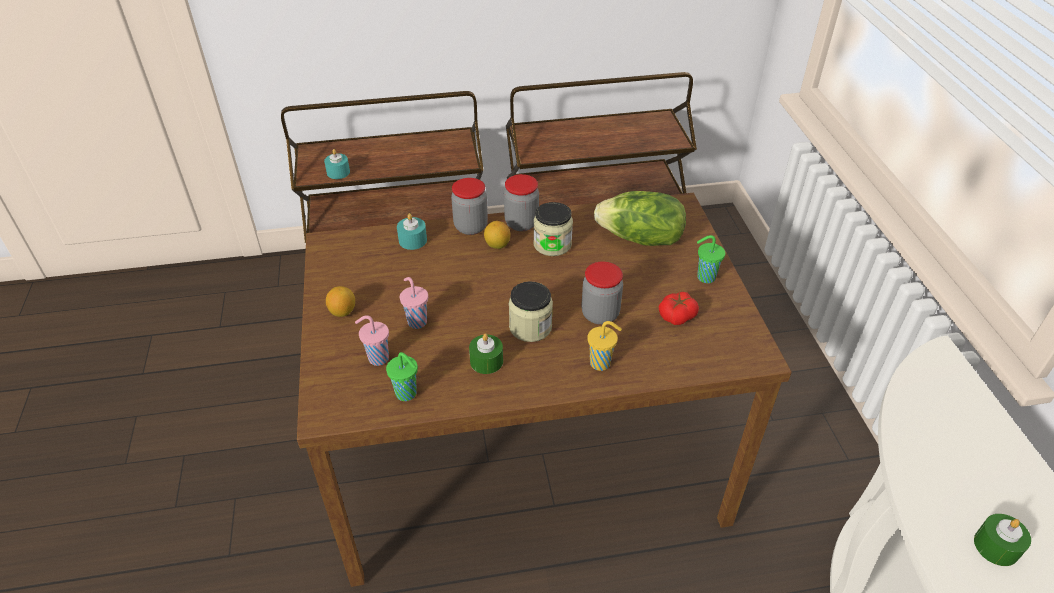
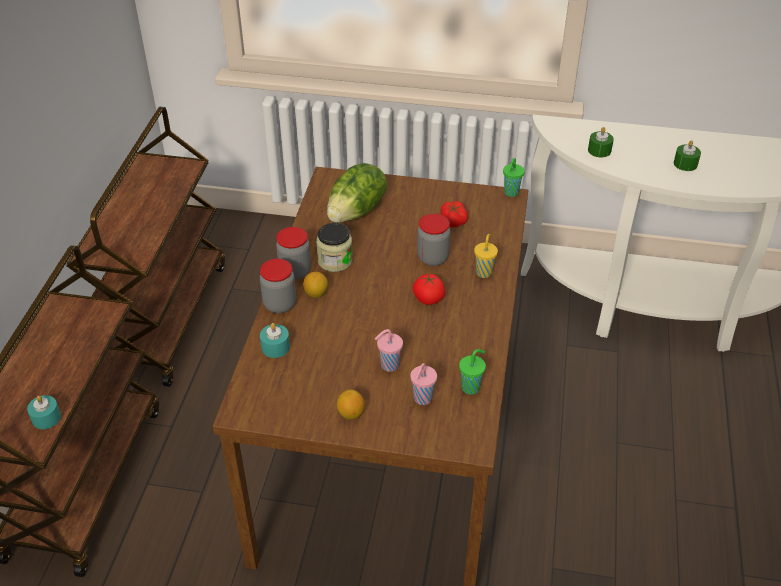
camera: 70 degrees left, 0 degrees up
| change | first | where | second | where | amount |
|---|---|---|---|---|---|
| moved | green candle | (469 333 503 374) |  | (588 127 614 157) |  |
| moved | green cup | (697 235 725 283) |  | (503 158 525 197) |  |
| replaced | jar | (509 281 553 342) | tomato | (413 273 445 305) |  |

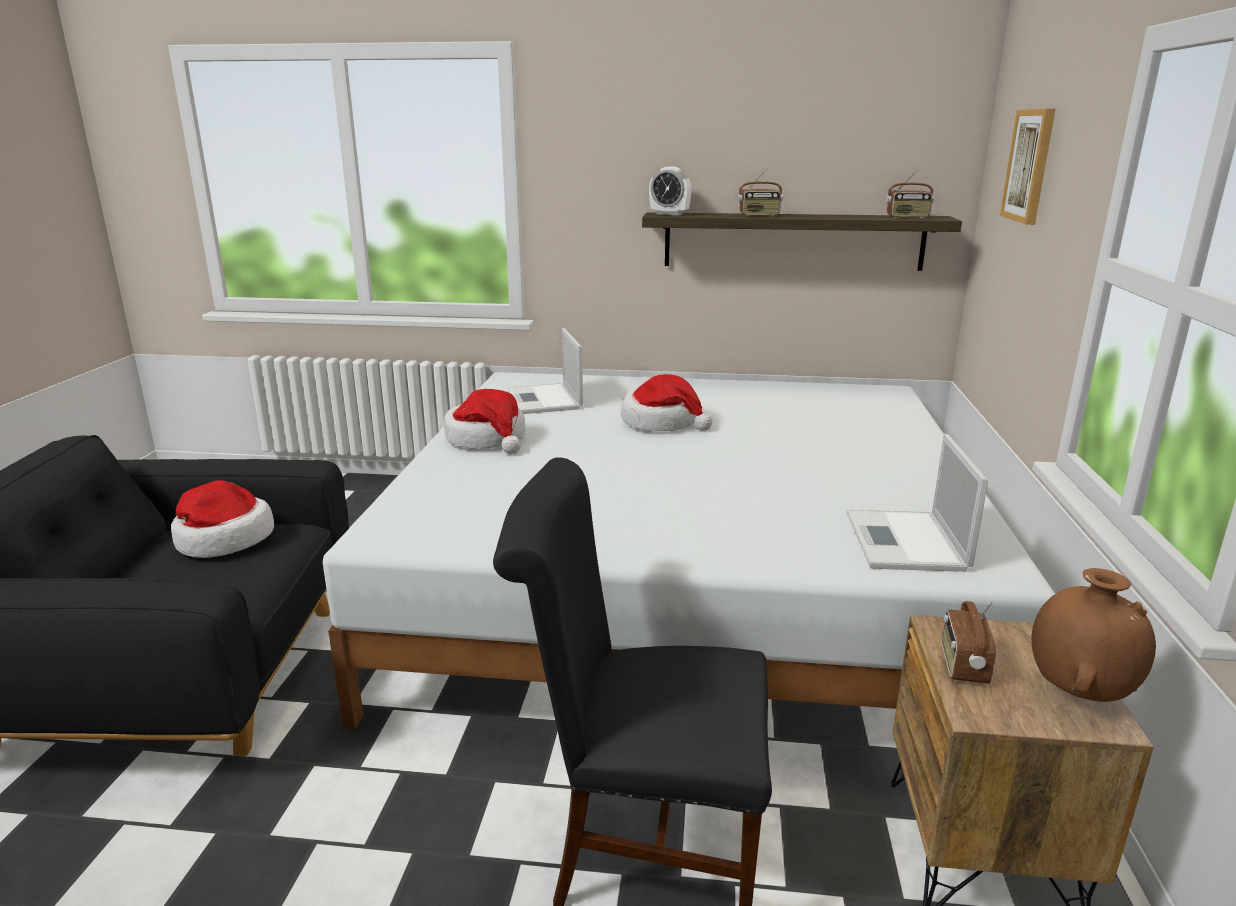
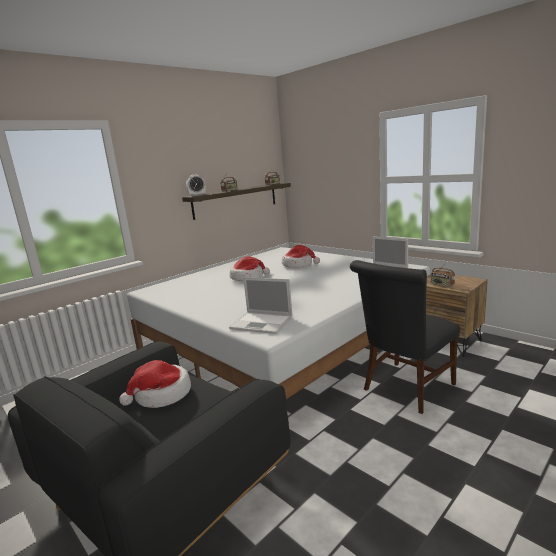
camera: 50 degrees left, 5 degrees down
| change | first | where | second | where | amount |
|---|---|---|---|---|---|
| removed | picture | (1000 109 1055 225) |  |  |  |
| removed | brown vase | (1031 568 1156 702) |  |  |  |
| moved | hat | (444 389 526 454) |  | (282 245 320 268) |  |
| moved | laptop | (507 328 583 414) |  | (229 277 292 334) |  |

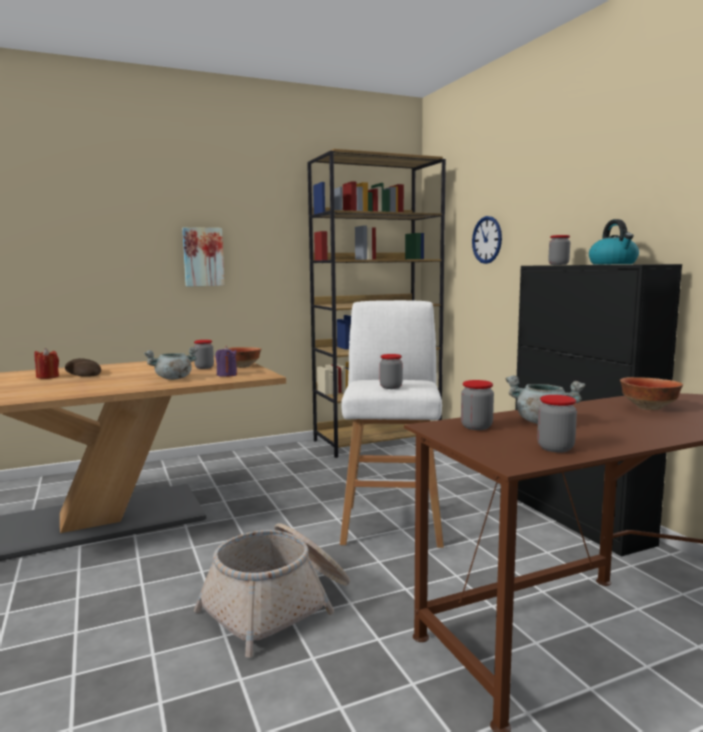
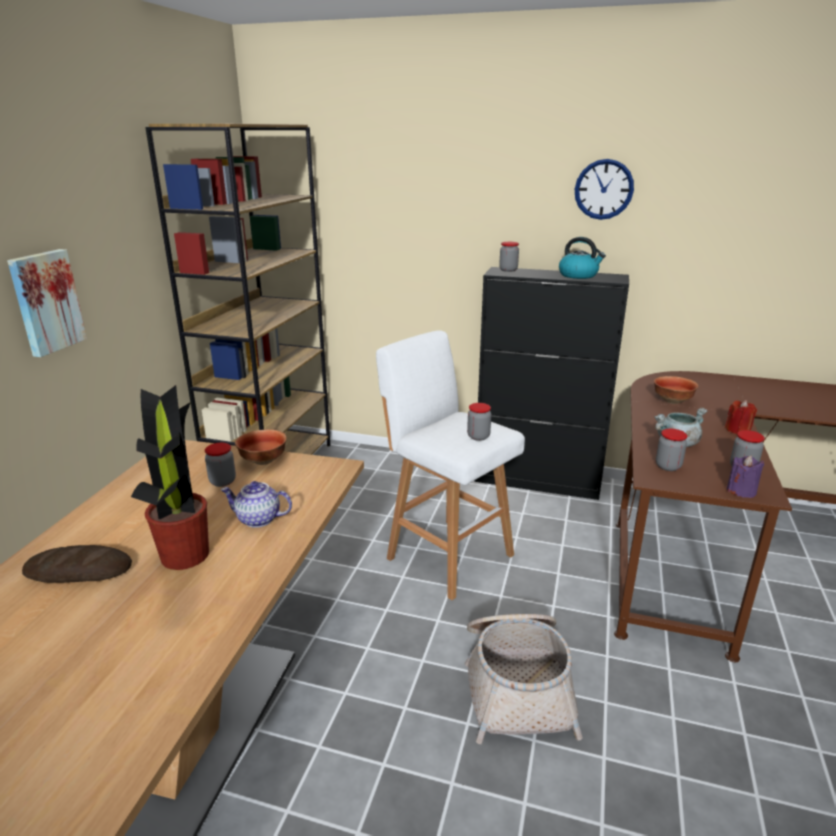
camera: 50 degrees left, 15 degrees up
| change | first | where | second | where | amount |
|---|---|---|---|---|---|
| added |  |  | potted plant | (131 385 209 570) |  |
| moved | red candle | (34 348 59 379) |  | (725 400 757 434) |  |
| moved | purple candle | (215 346 237 377) |  | (727 455 764 498) |  |
| moved | wall clock | (472 216 502 264) |  | (575 159 634 220) |  |
| replaced | grey cooking pot | (144 347 198 380) | teapot | (220 481 292 528) |  |

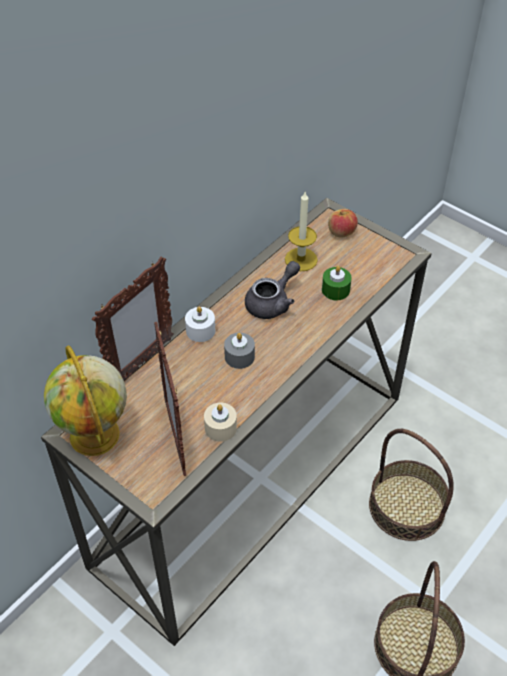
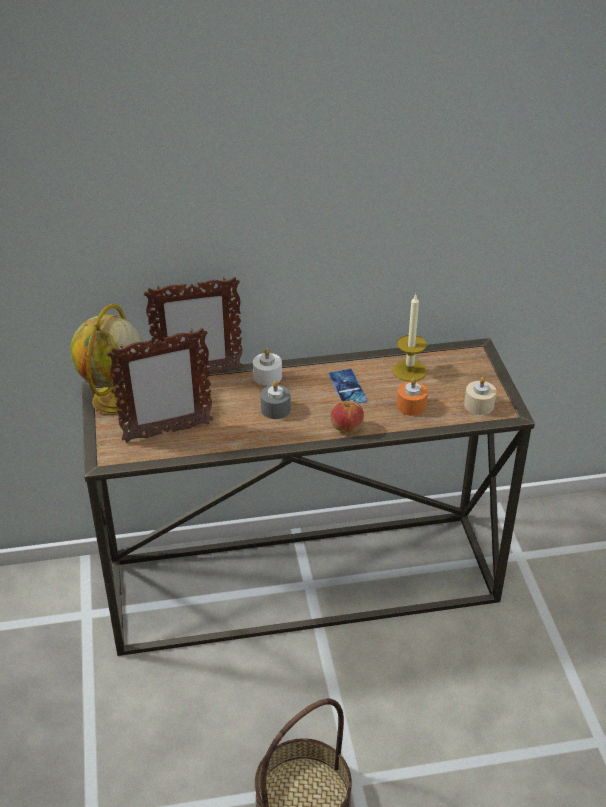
camera: 40 degrees right, 10 degrees down
| change | first | where | second | where | amount |
|---|---|---|---|---|---|
| removed | basket | (369 429 454 541) |  |  |  |
| moved | beige candle | (204 403 237 442) |  | (464 377 496 415) |  |
| moved | apple | (328 209 358 237) |  | (330 401 364 433) |  |
| replaced | grey teapot | (245 261 300 319) | phone | (328 369 367 403) |  |
| recoloured | green candle | (322 266 352 300) | orange candle | (397 378 428 416) |  |
| turned | picture frame | (154 322 186 476) |  | (107 328 213 443) | 135 degrees counterclockwise |

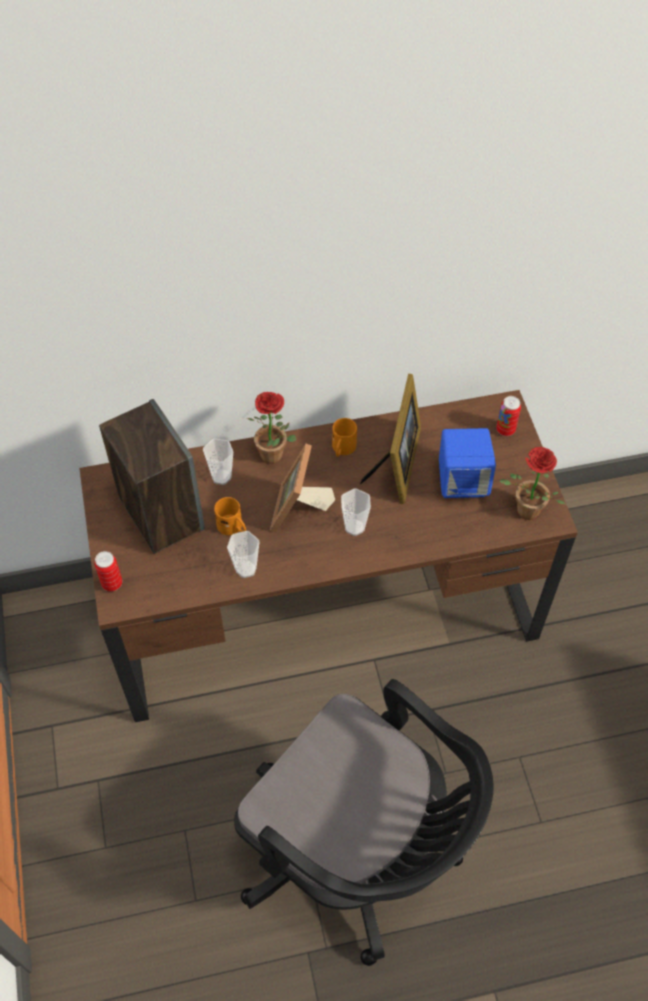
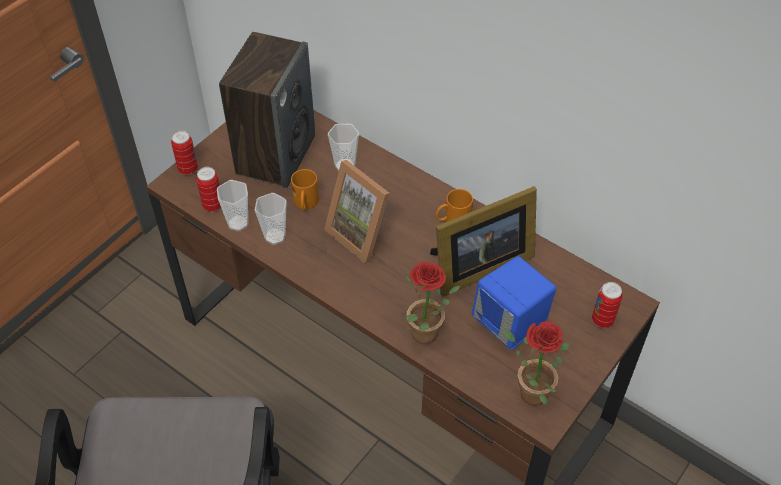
camera: 50 degrees right, 5 degrees down
| change | first | where | second | where | amount |
|---|---|---|---|---|---|
| added |  |  | can | (196 167 221 212) |  |
| moved | potted plant | (247 392 296 464) |  | (406 261 460 344) |  |
| moved | cup | (341 489 371 536) |  | (217 180 248 231) |  |
| turned | picture frame | (270 444 335 533) |  | (324 160 390 263) | 105 degrees counterclockwise |

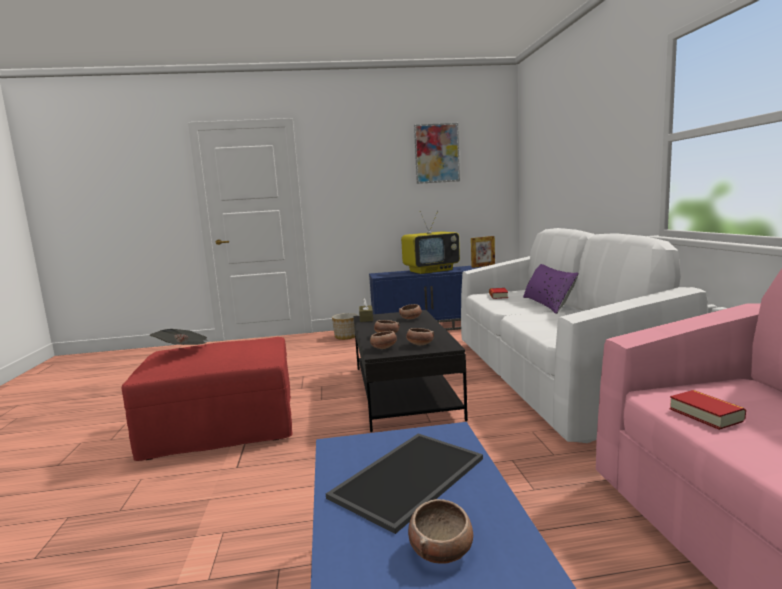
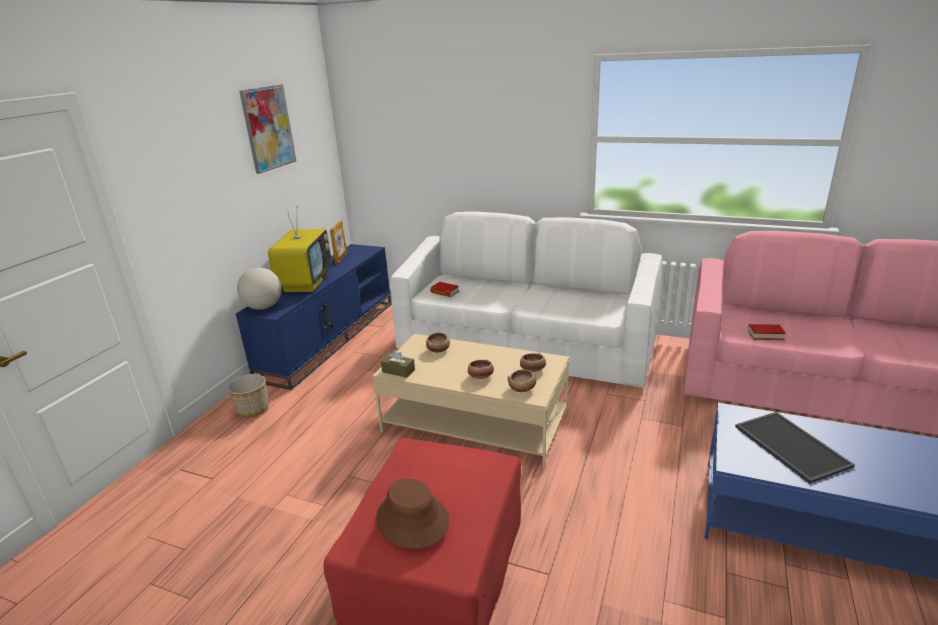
camera: 60 degrees left, 15 degrees up
| change | first | where | second | where | amount |
|---|---|---|---|---|---|
| removed | bowl | (408 499 473 563) |  |  |  |
| removed | purple pillow | (523 264 579 314) |  |  |  |
| added |  |  | globe | (237 268 282 310) |  |
| replaced | newspaper | (149 329 207 345) | brown hat | (376 478 449 549) |  |
| recoloured | black coffee table | (353 310 468 432) | beige coffee table | (373 334 569 468) |  |

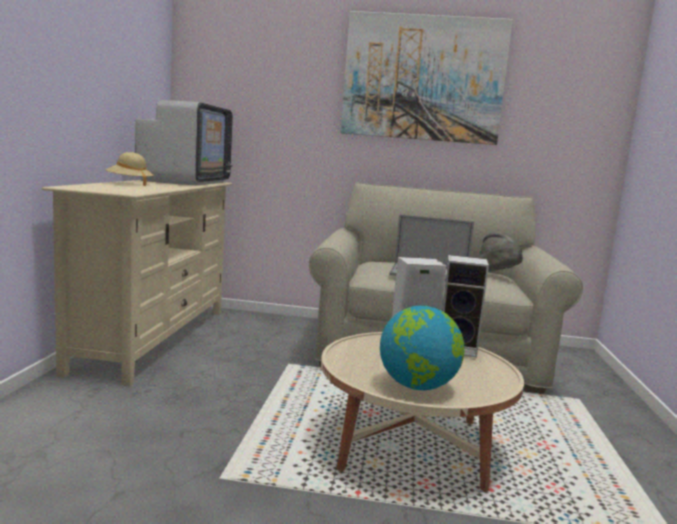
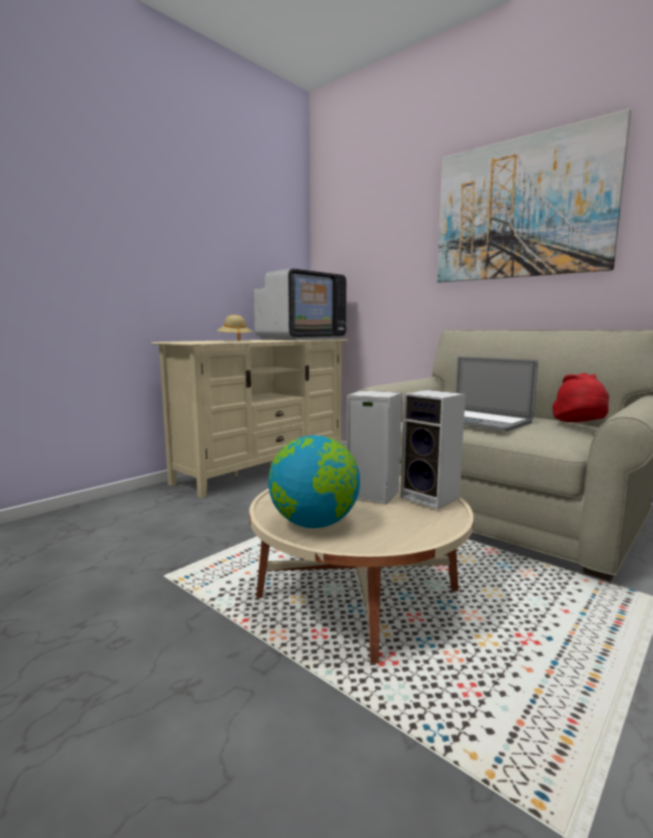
camera: 35 degrees right, 0 degrees up
| change | first | where | second | where | amount |
|---|---|---|---|---|---|
| recoloured | grey hat | (478 232 523 271) | red hat | (553 373 609 422) |  |

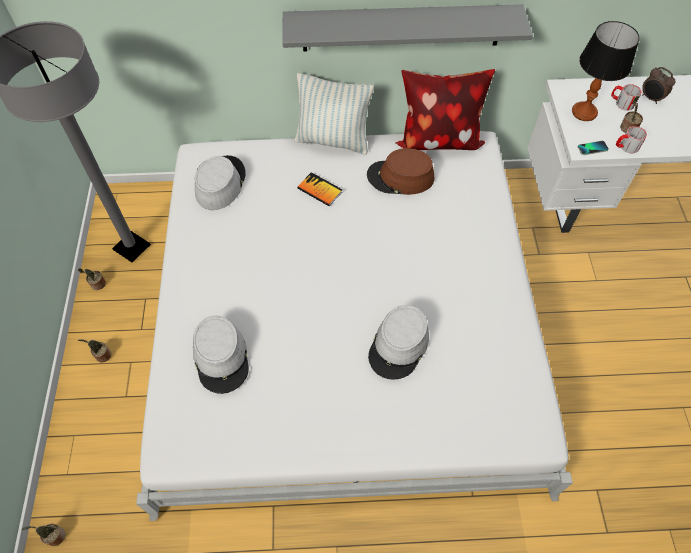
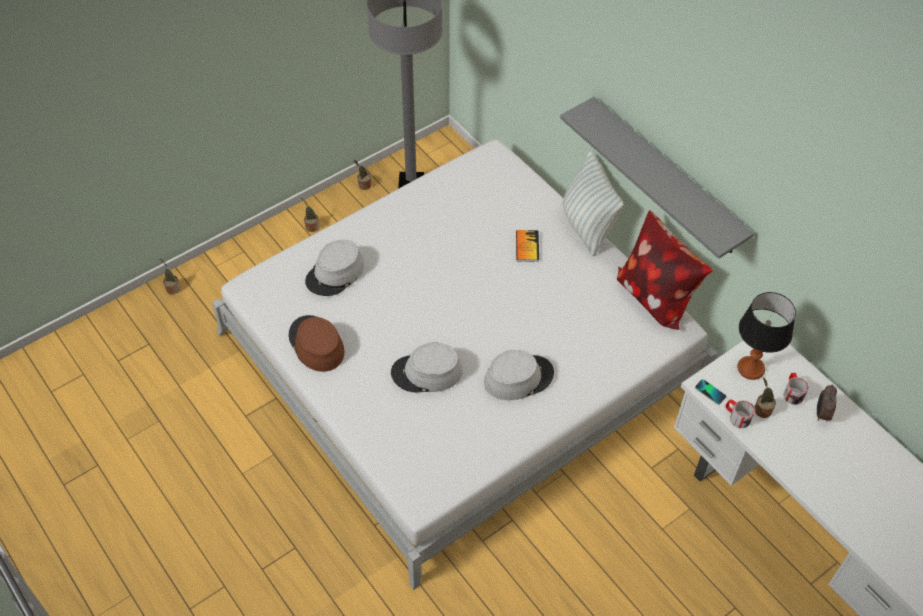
camera: 55 degrees right, 5 degrees down
| change | first | where | second | where | amount |
|---|---|---|---|---|---|
| moved | grey hat | (195 155 246 210) |  | (484 350 554 400) |  |
| moved | brown hat | (367 148 434 195) |  | (289 315 345 372) |  |

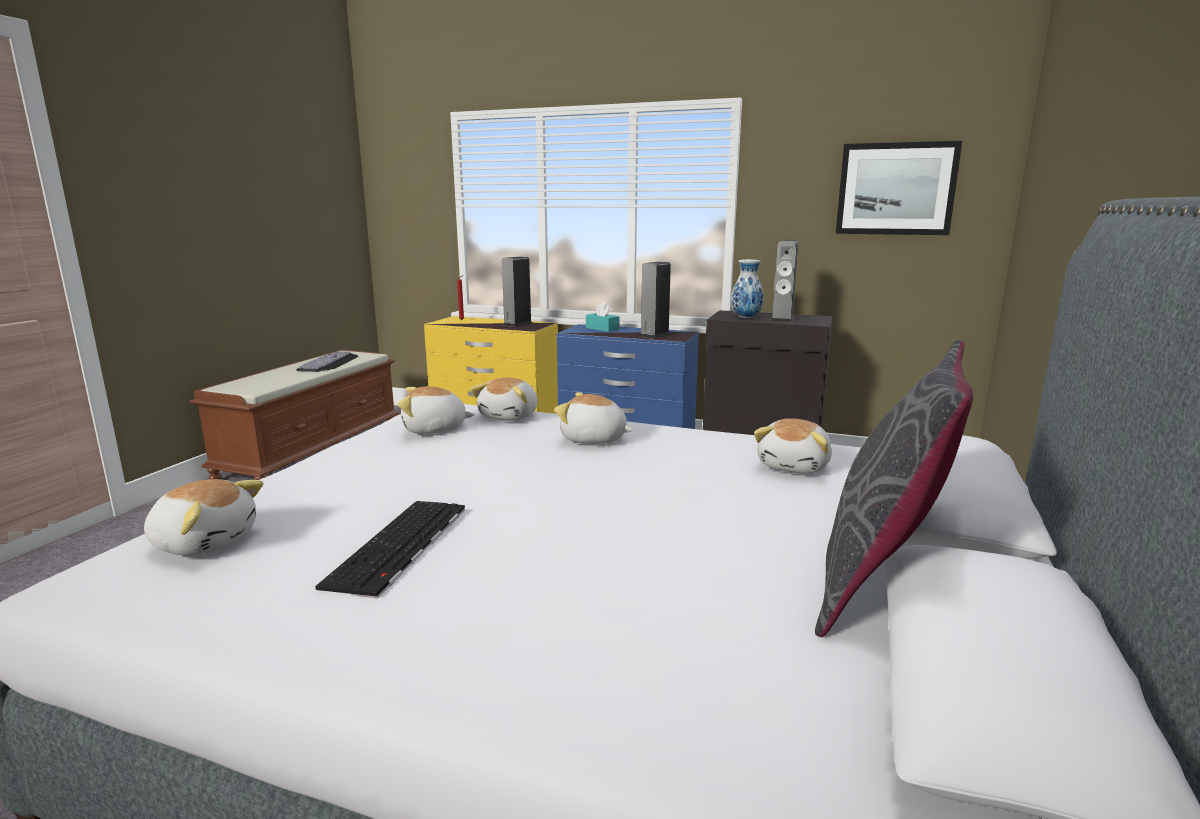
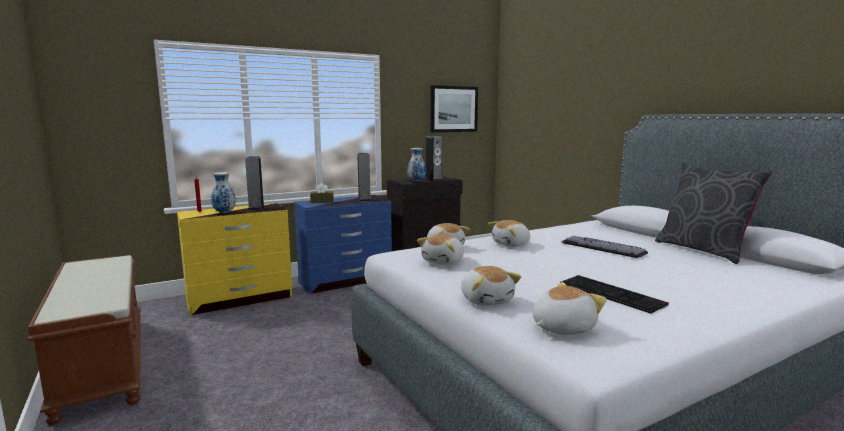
camera: 50 degrees left, 5 degrees down
| change | first | where | second | where | amount |
|---|---|---|---|---|---|
| added |  |  | vase | (211 172 236 213) |  |
| moved | keyboard | (296 351 358 372) |  | (562 236 648 258) |  |
| moved | plush toy | (754 418 832 474) |  | (461 266 521 306) |  |
| recoloured | turquoise tissue box | (586 302 620 332) | brown tissue box | (310 183 334 203) |  |

